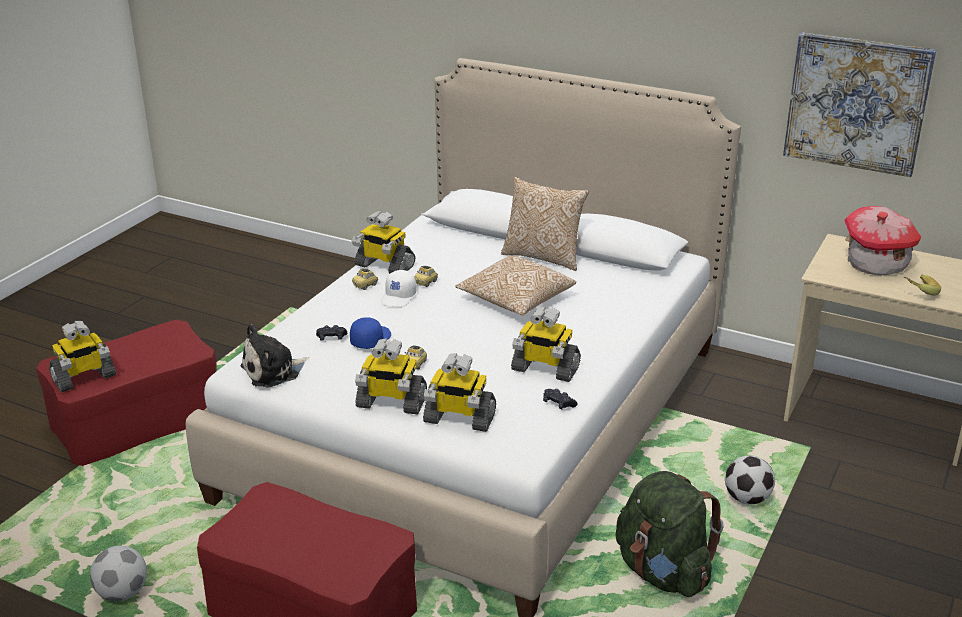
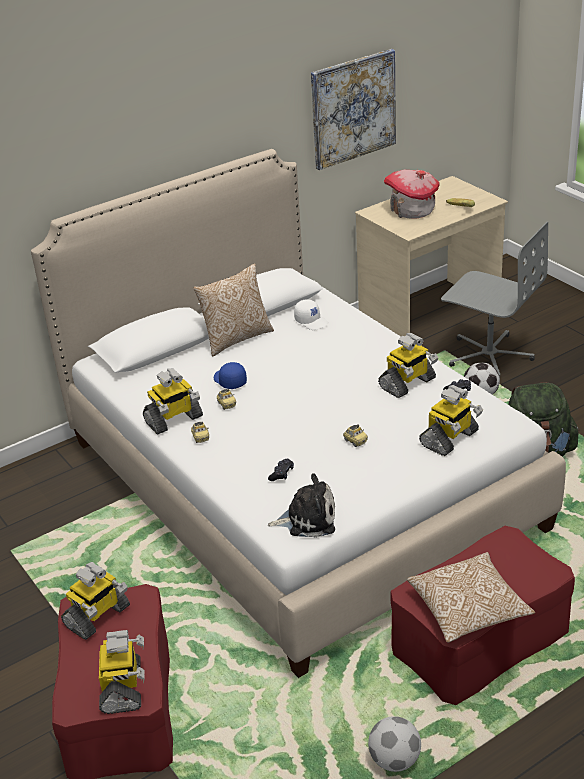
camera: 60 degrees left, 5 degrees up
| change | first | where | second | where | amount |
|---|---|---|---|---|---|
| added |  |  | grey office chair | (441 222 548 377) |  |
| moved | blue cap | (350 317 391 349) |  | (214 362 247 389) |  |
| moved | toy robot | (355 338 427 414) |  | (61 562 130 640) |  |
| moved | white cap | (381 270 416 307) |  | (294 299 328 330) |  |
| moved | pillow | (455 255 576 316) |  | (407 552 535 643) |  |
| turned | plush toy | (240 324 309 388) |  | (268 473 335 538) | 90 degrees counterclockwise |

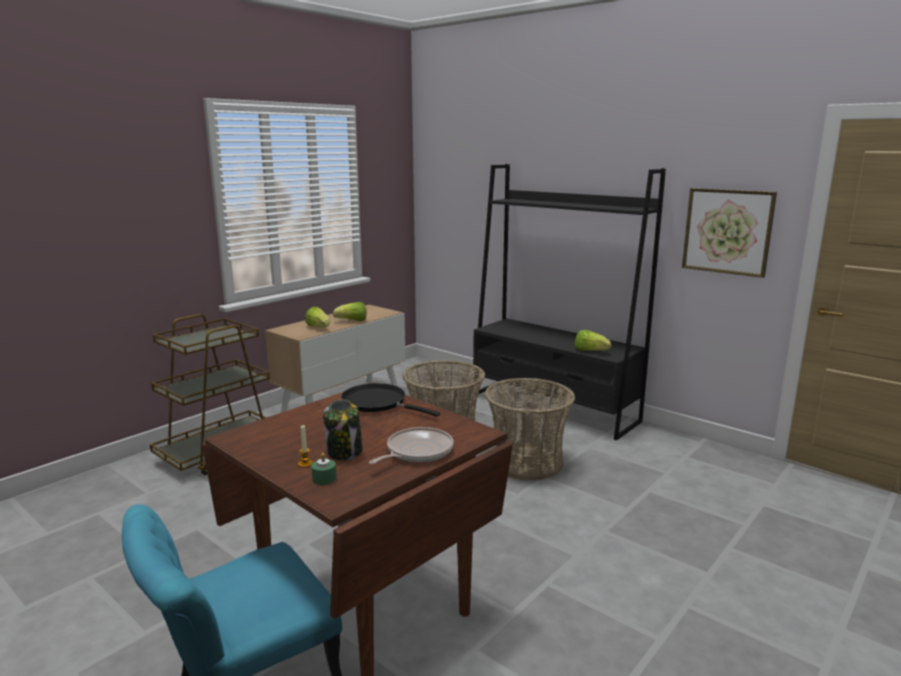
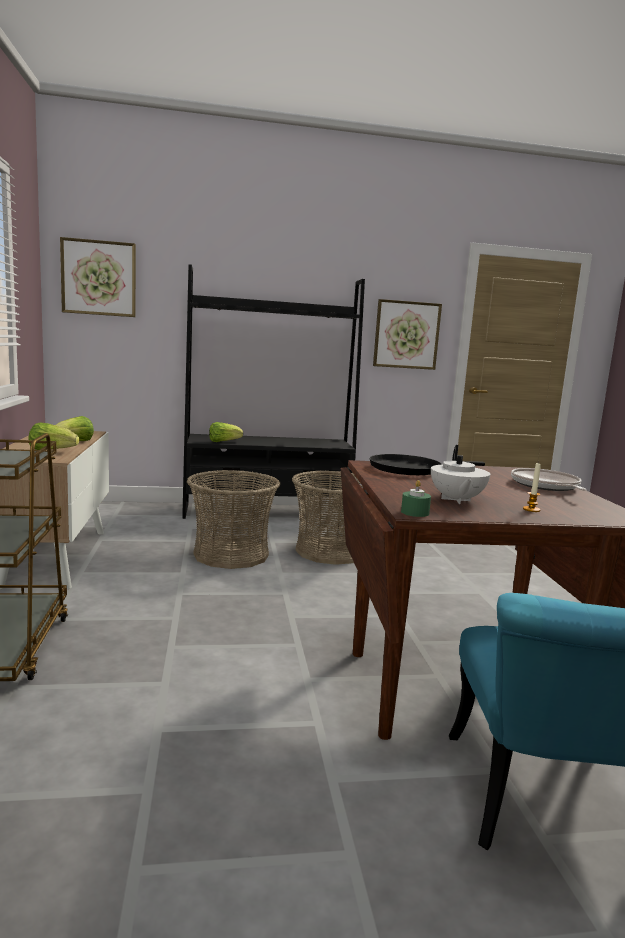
camera: 50 degrees left, 5 degrees down
| change | first | where | second | where | amount |
|---|---|---|---|---|---|
| removed | jar | (323 400 362 461) |  |  |  |
| added |  |  | picture | (60 237 136 317) |  |
| added |  |  | white teapot | (431 445 490 504) |  |
| moved | green candle | (311 453 337 485) |  | (401 480 431 517) |  |
| moved | lettuce | (575 330 612 351) |  | (209 422 243 442) |  |

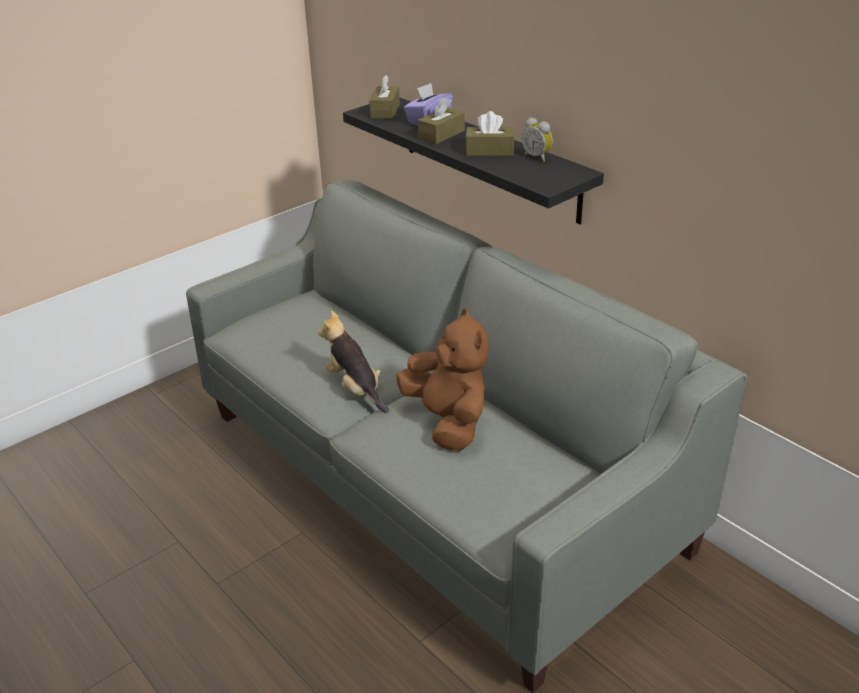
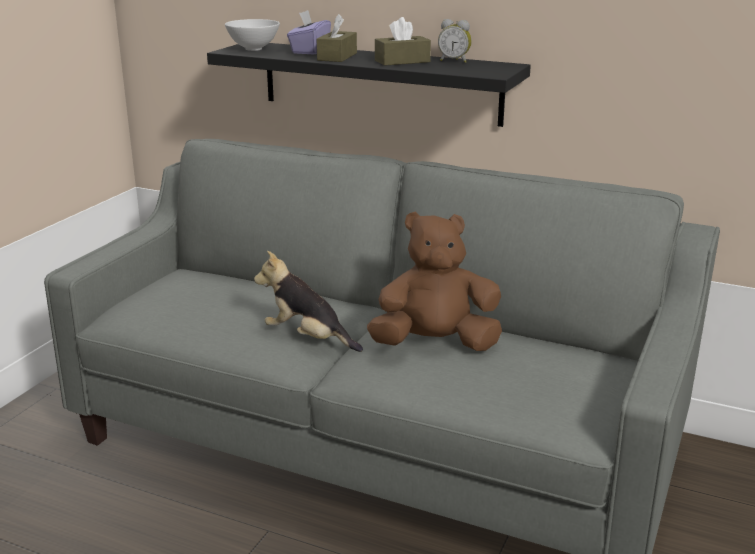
camera: 25 degrees left, 10 degrees down
| change | first | where | second | where | amount |
|---|---|---|---|---|---|
| replaced | brown tissue box | (369 75 400 119) | white bowl | (225 19 280 51) |  |
| turned | brown plush toy | (396 309 489 451) |  | (367 212 502 351) | 45 degrees counterclockwise |

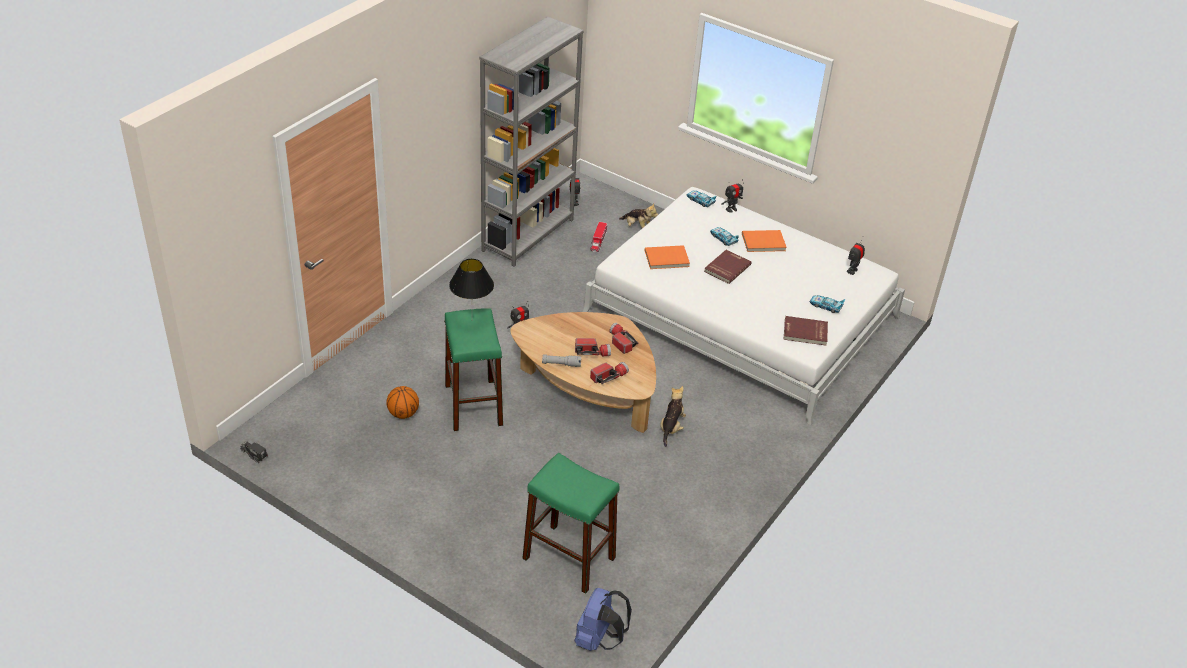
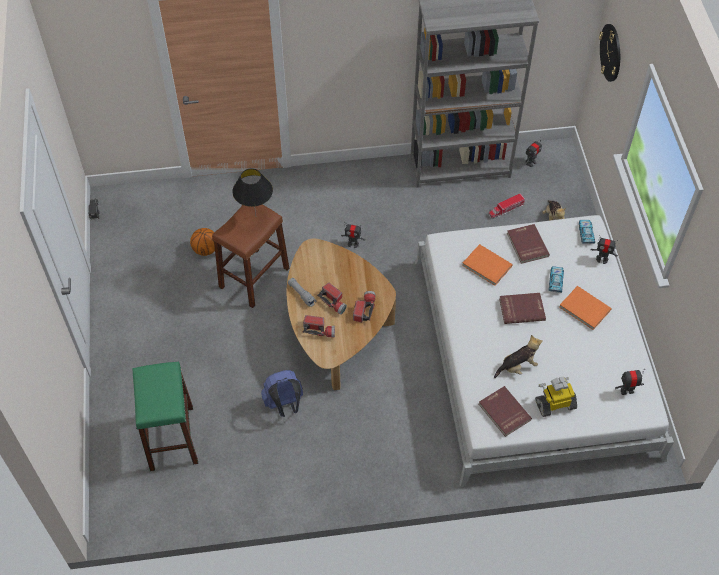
camera: 50 degrees right, 15 degrees up
| change | first | where | second | where | amount |
|---|---|---|---|---|---|
| added |  |  | red book | (507 224 550 264) |  |
| added |  |  | wall clock | (599 24 620 82) |  |
| moved | blue backpack | (575 588 632 651) |  | (261 370 303 417) |  |
| moved | plush toy | (660 386 686 447) |  | (494 335 543 378) |  |
| replaced | toy car | (810 295 846 313) | toy robot | (535 377 577 417) |  |
| recoloured | green stool | (444 308 503 431) | brown stool | (212 204 289 308) |  |

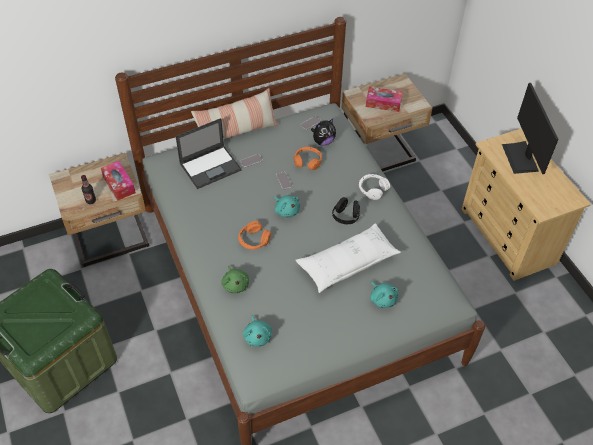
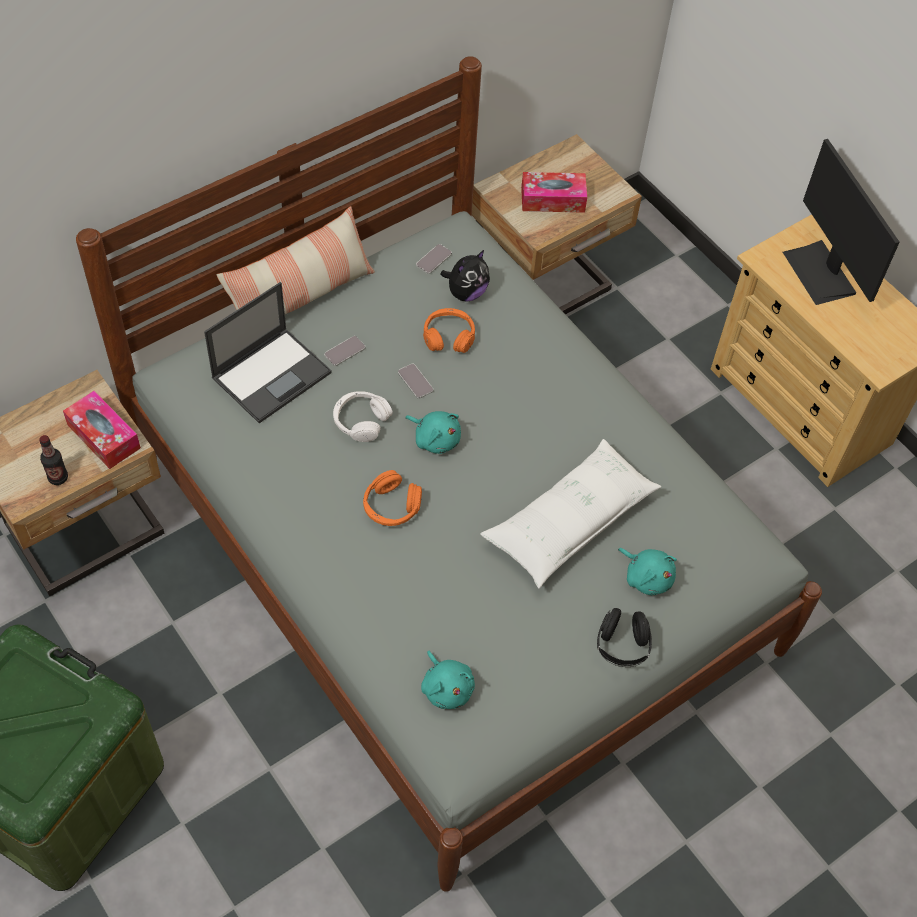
camera: 15 degrees left, 5 degrees up
| change | first | where | second | where | amount |
|---|---|---|---|---|---|
| removed | green plush toy | (221 266 249 293) |  |  |  |
| moved | black headphones | (332 197 360 224) |  | (597 608 652 667) |  |
| moved | white headphones | (359 174 390 200) |  | (333 391 393 442) |  |

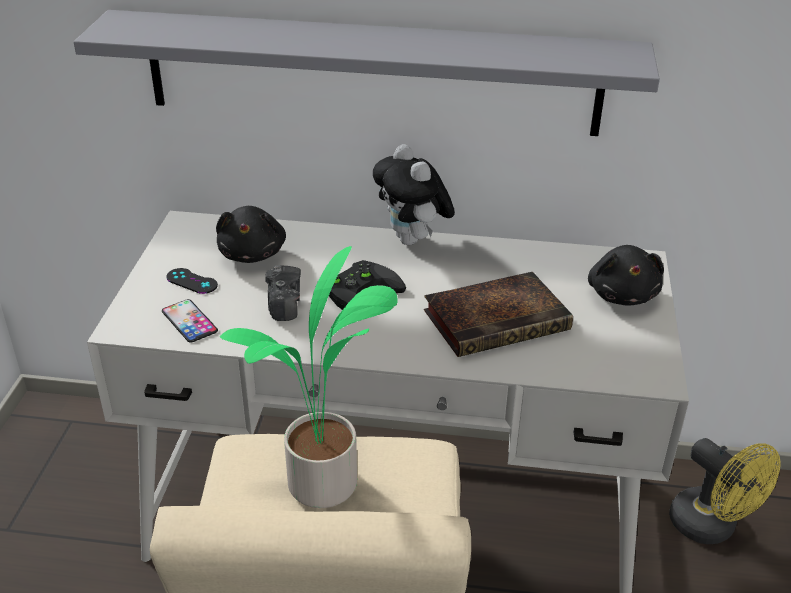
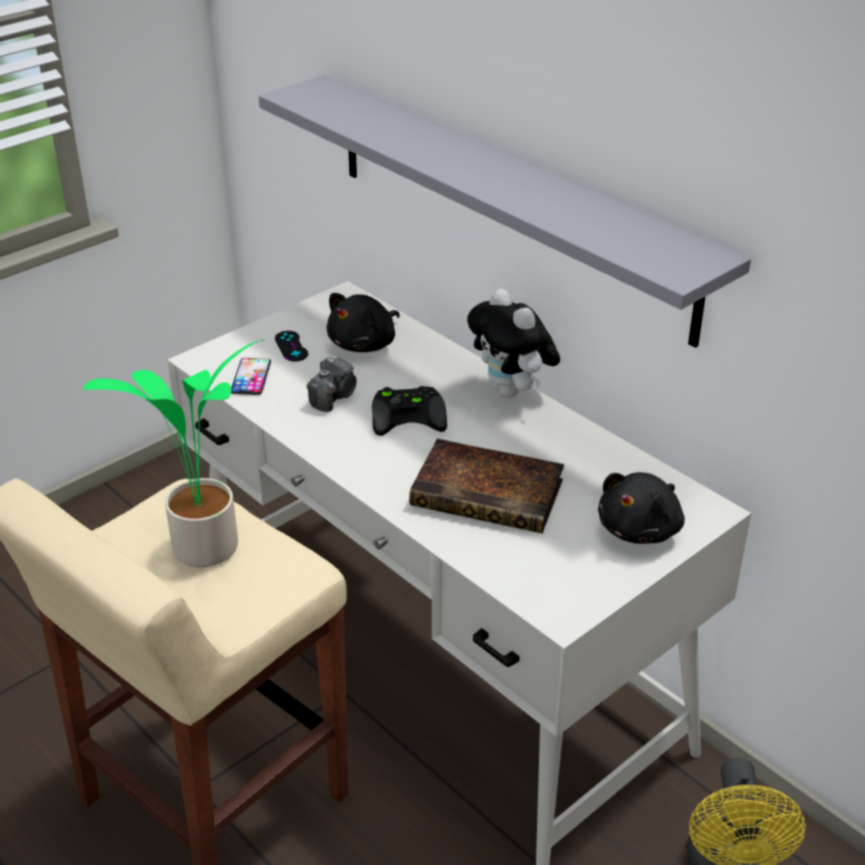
camera: 40 degrees right, 0 degrees up
| change | first | where | second | where | amount |
|---|---|---|---|---|---|
| turned | plush toy | (373 144 455 245) |  | (467 288 560 398) | 45 degrees counterclockwise |

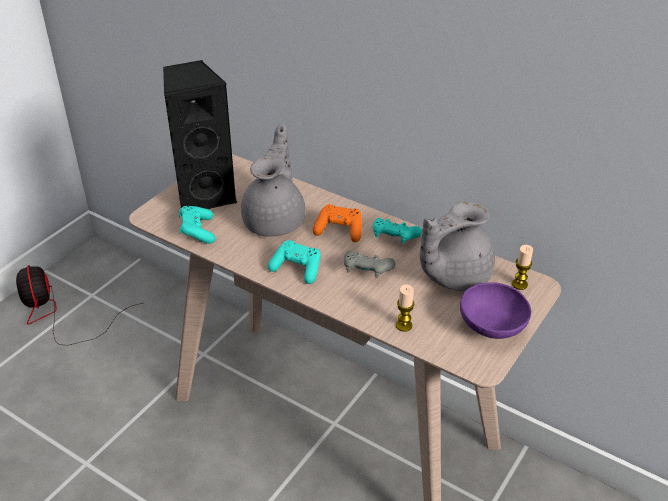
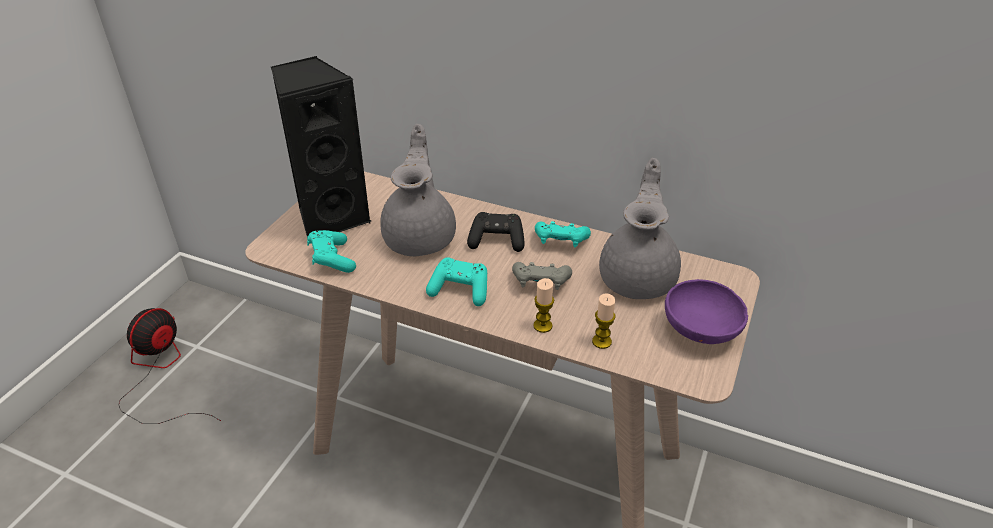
camera: 10 degrees left, 0 degrees up
| change | first | where | second | where | amount |
|---|---|---|---|---|---|
| moved | candle | (512 245 533 290) |  | (533 278 554 333) |  |
| recoloured | orange game controller | (313 204 362 242) | black game controller | (467 212 525 252) |  |
| turned | fan | (16 265 143 345) |  | (118 308 221 424) | 60 degrees clockwise |
| turned | grey teapot | (420 202 495 291) |  | (599 158 681 299) | 150 degrees clockwise |

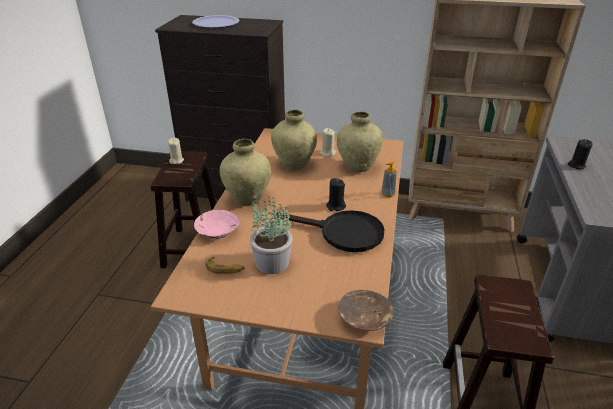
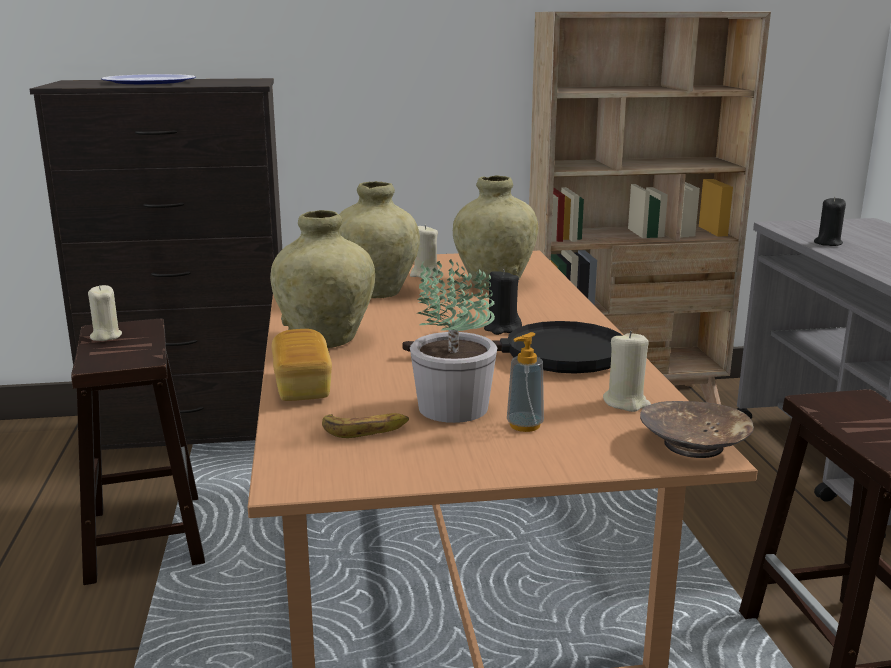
camera: 20 degrees left, 15 degrees down
| change | first | where | second | where | amount |
|---|---|---|---|---|---|
| added |  |  | beige candle | (603 331 651 412) |  |
| moved | soap dispenser | (381 161 397 197) |  | (507 332 544 432) |  |
| replaced | pink bowl | (194 210 239 239) | bread | (271 329 332 401) |  |

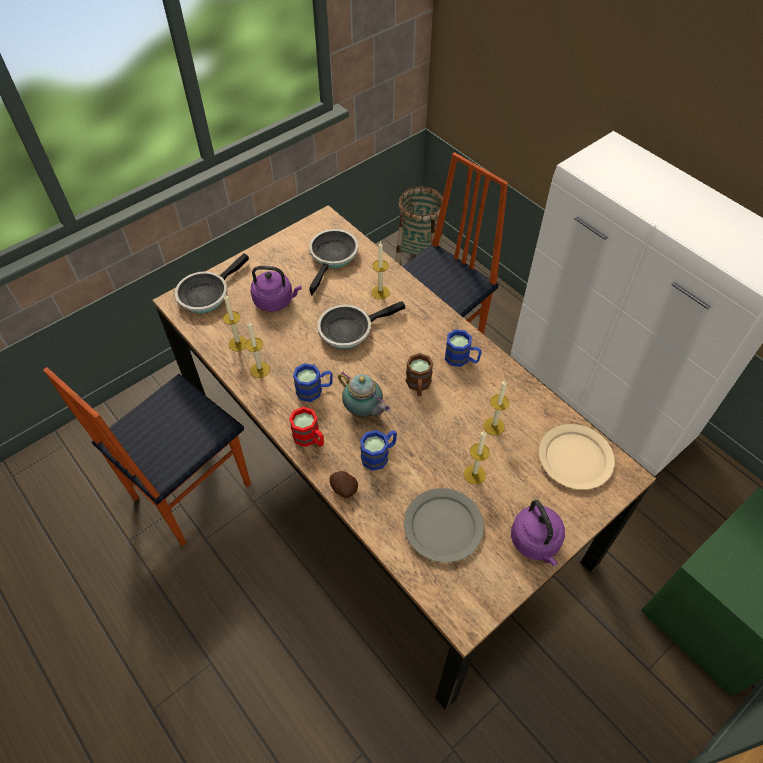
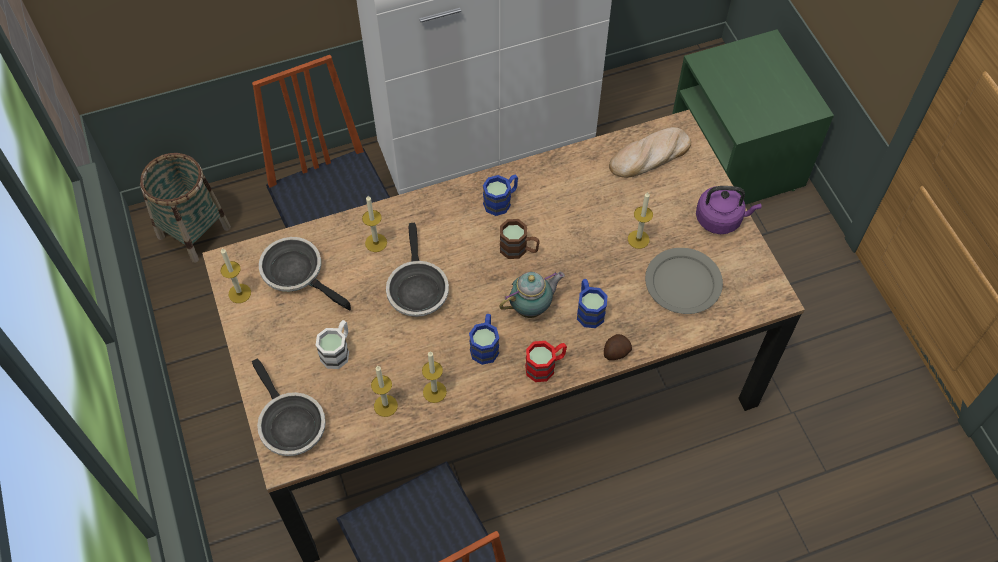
camera: 70 degrees left, 5 degrees up
| change | first | where | second | where | amount |
|---|---|---|---|---|---|
| moved | candle | (484 380 509 435) |  | (221 248 251 303) |  |
| replaced | purple kettle | (251 266 302 312) | white mug | (316 320 349 369) |  |
| replaced | beige plate | (539 424 615 490) | bread | (609 127 691 178) |  |

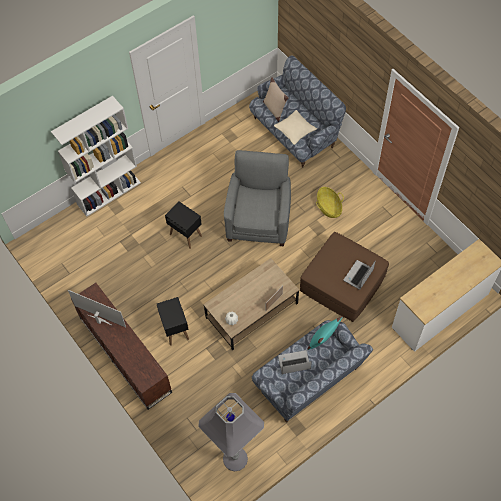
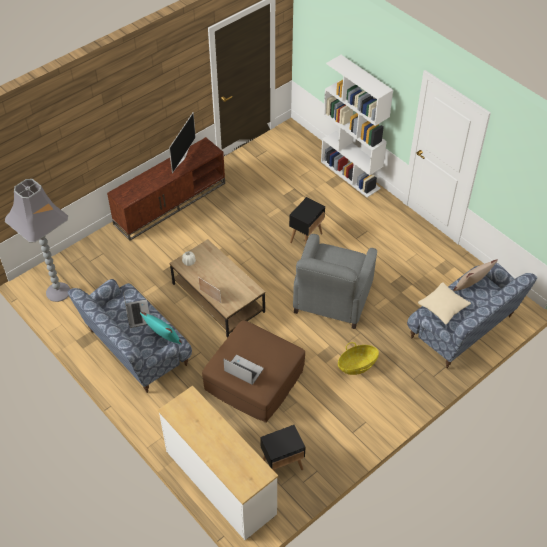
camera: 85 degrees right, 10 degrees down
| change | first | where | second | where | amount |
|---|---|---|---|---|---|
| moved | black side table | (157 297 189 346) |  | (260 425 305 472) |  |
| turned | grey armchair | (224 150 291 246) |  | (293 234 377 329) | 105 degrees clockwise |

